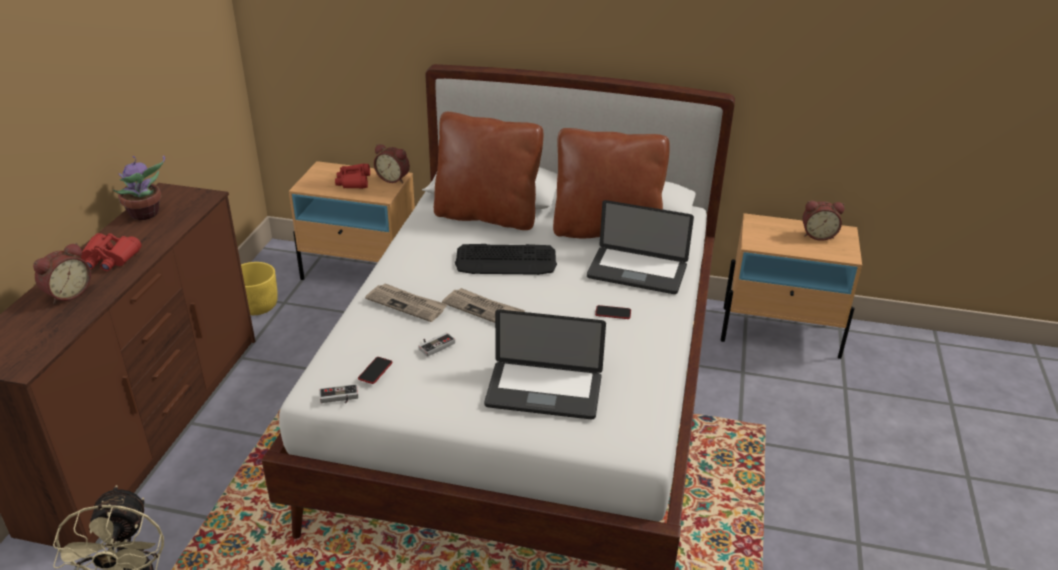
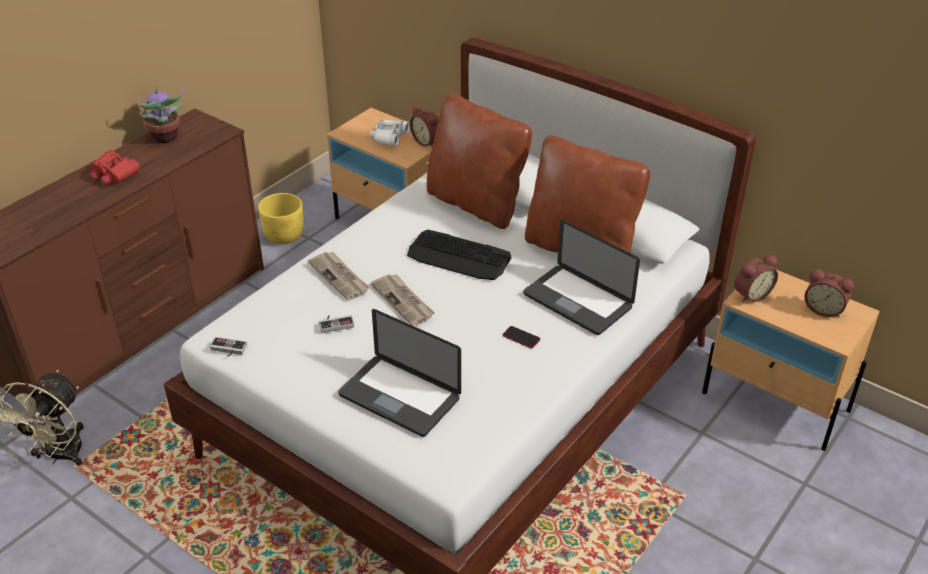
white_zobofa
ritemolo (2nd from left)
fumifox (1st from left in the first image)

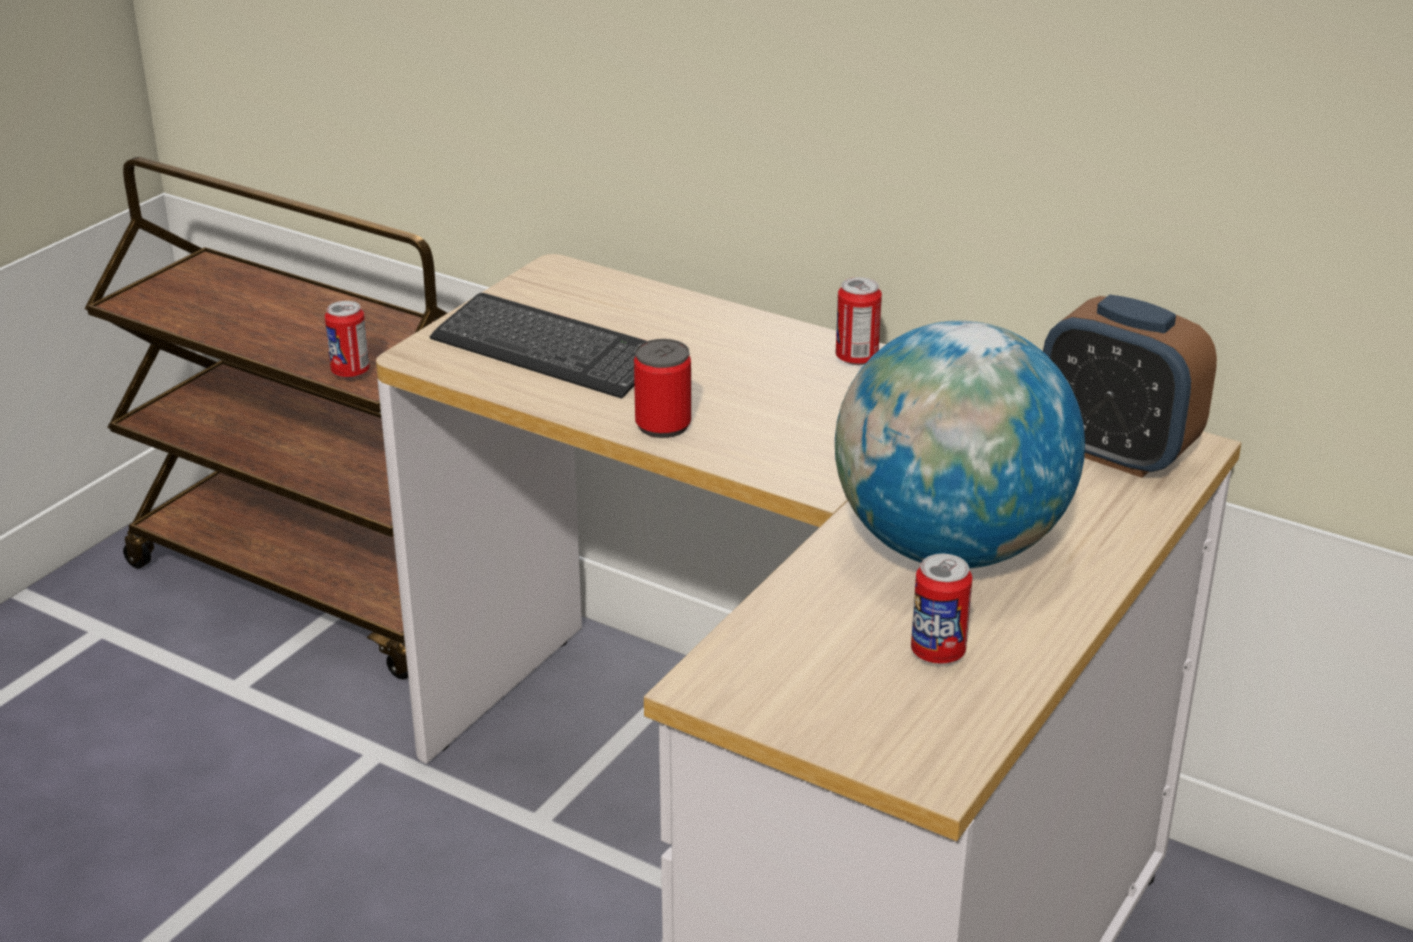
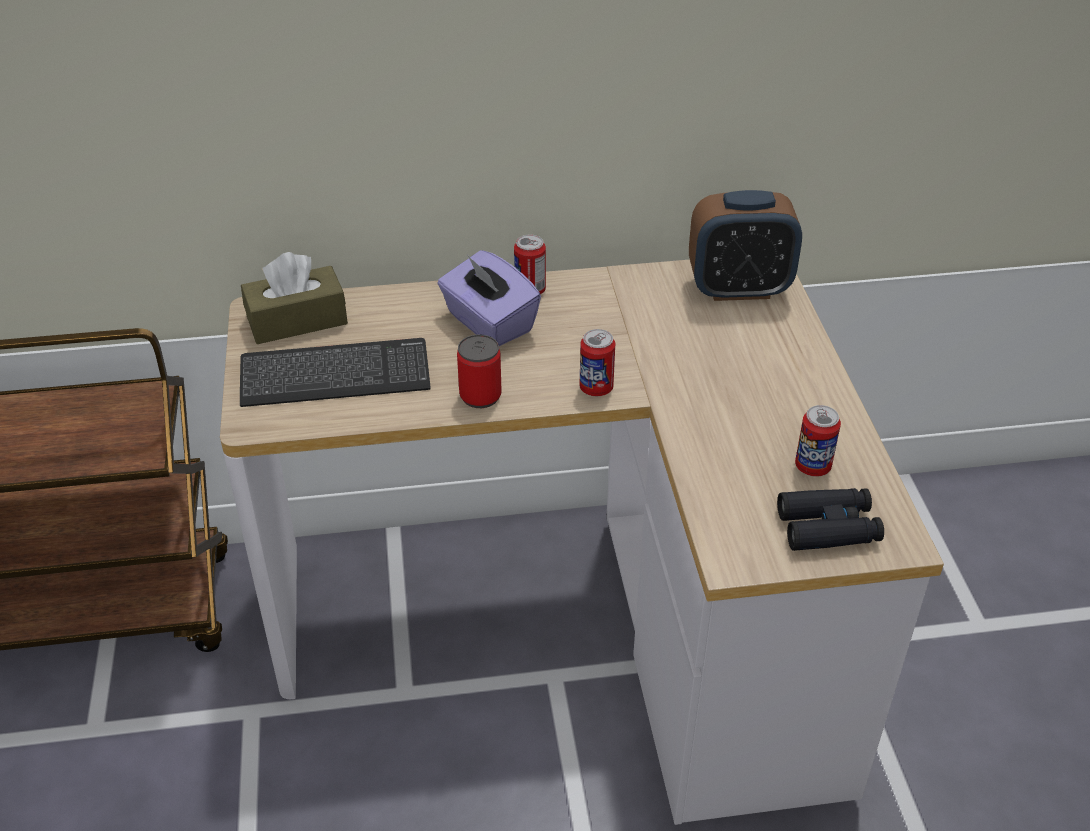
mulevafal (3rd from left)
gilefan
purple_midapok
brown_midapok
black_zobofa

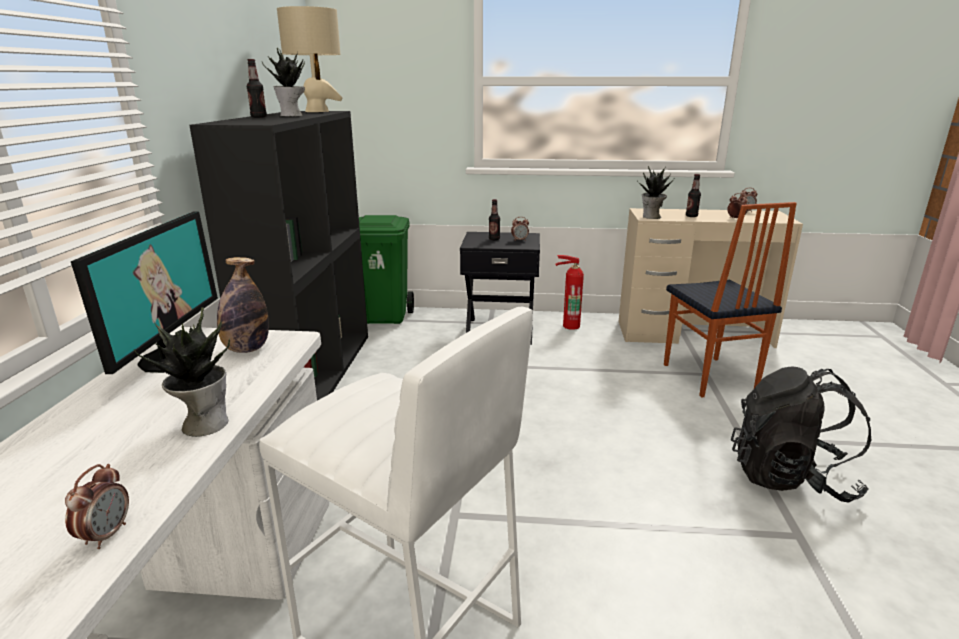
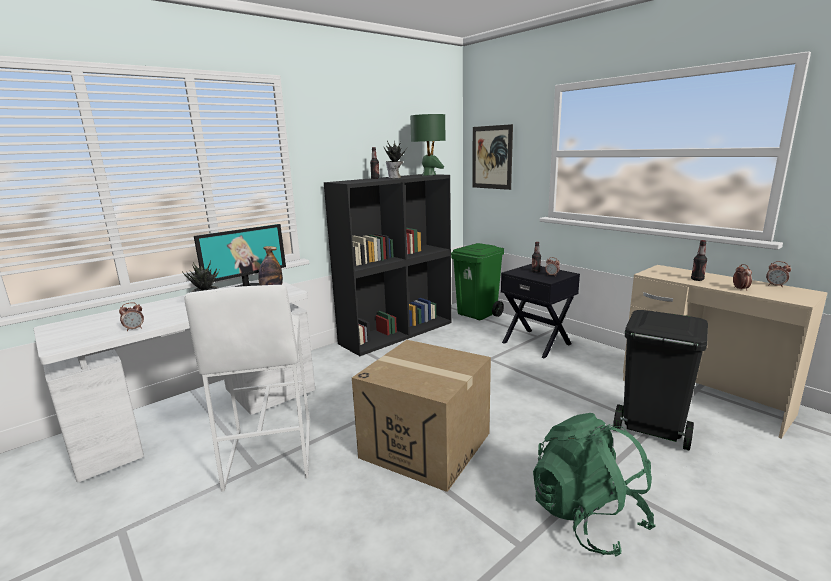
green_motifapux
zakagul (3rd from left in the first image)
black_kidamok
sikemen
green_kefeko
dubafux
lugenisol

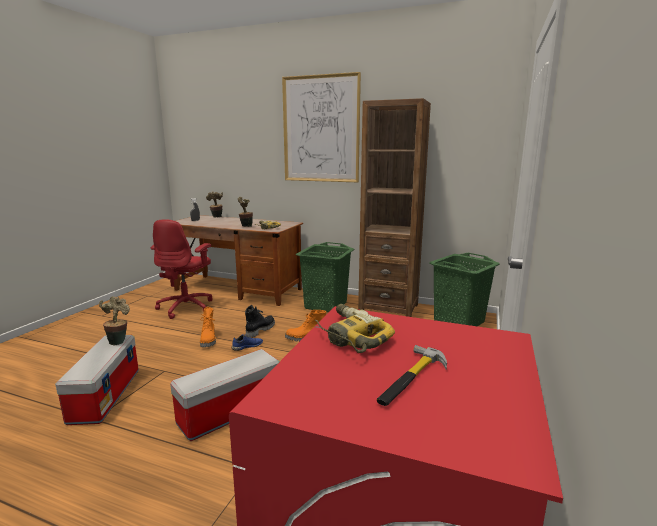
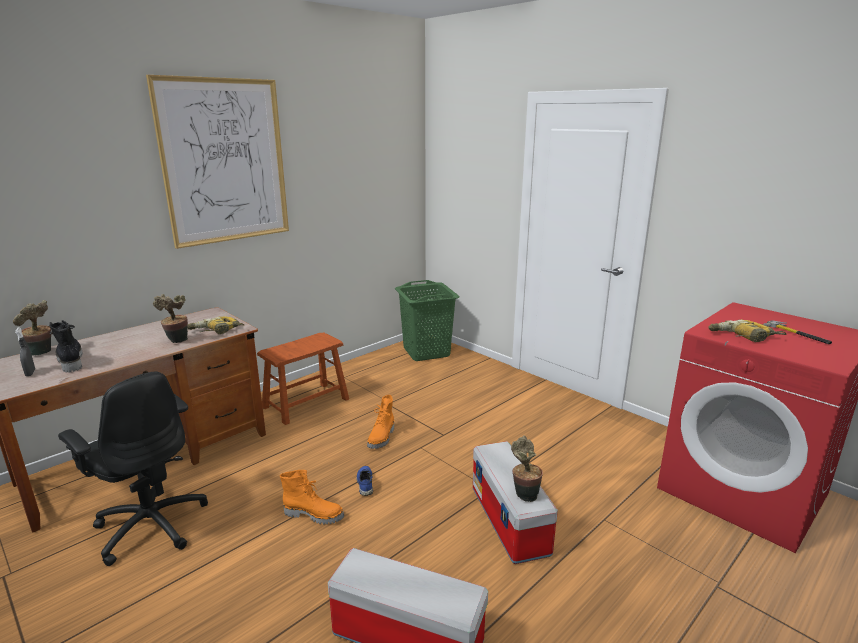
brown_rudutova
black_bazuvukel
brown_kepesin
zakagul (3rd from left)
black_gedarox

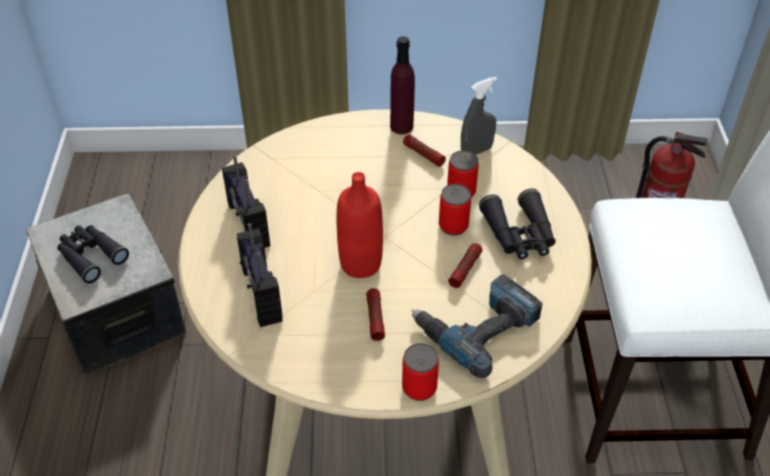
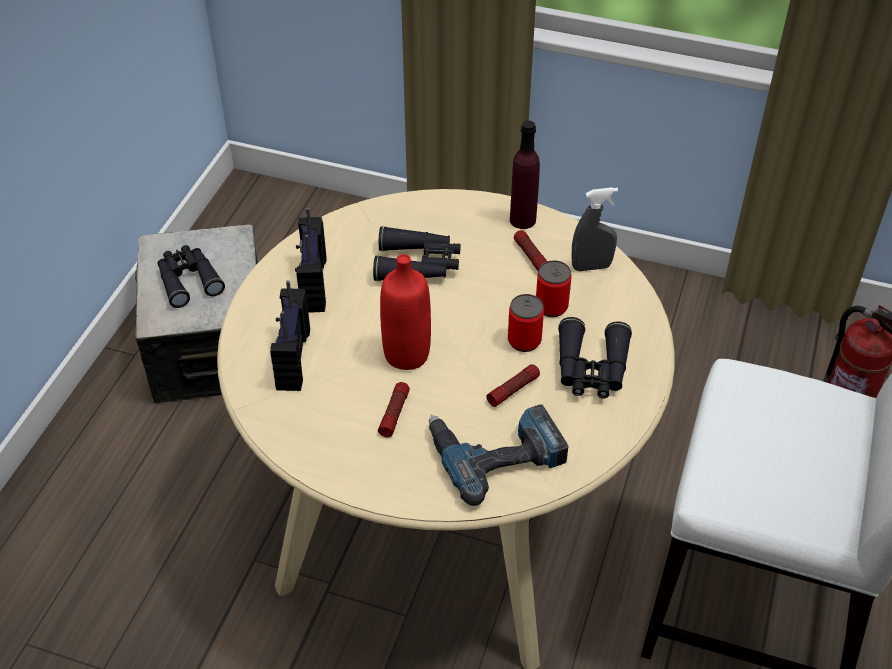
mulevafal (1st from left in the first image)
black_zobofa (2nd from left)

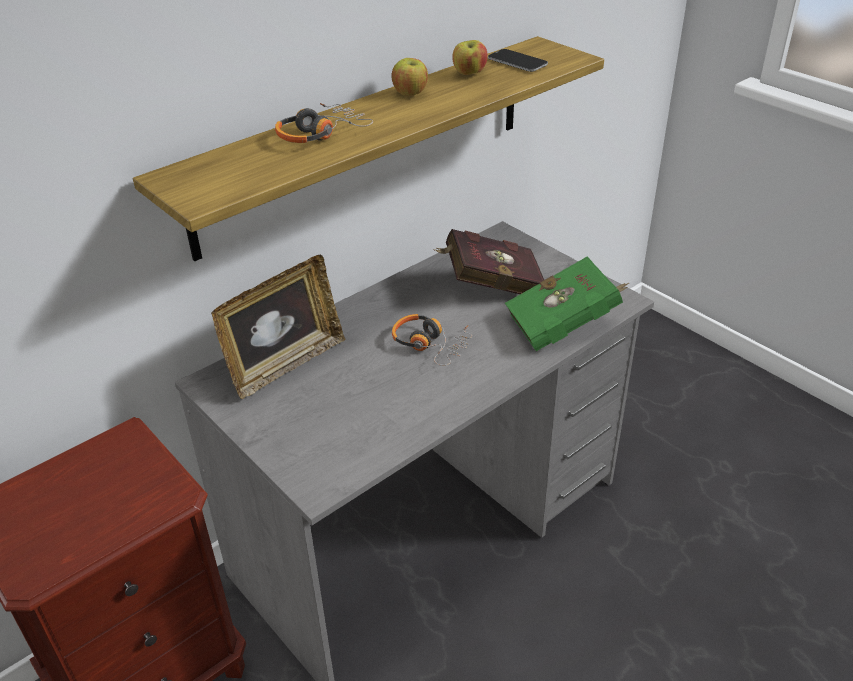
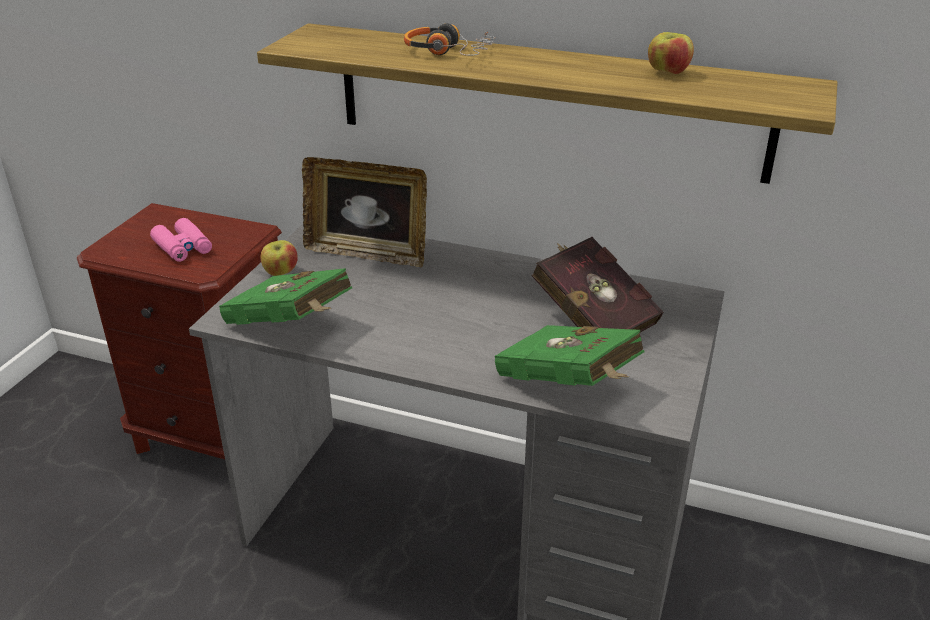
fumifox
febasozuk (1st from left)
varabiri (2nd from left in the first image)
pink_zobofa
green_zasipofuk (1st from left)

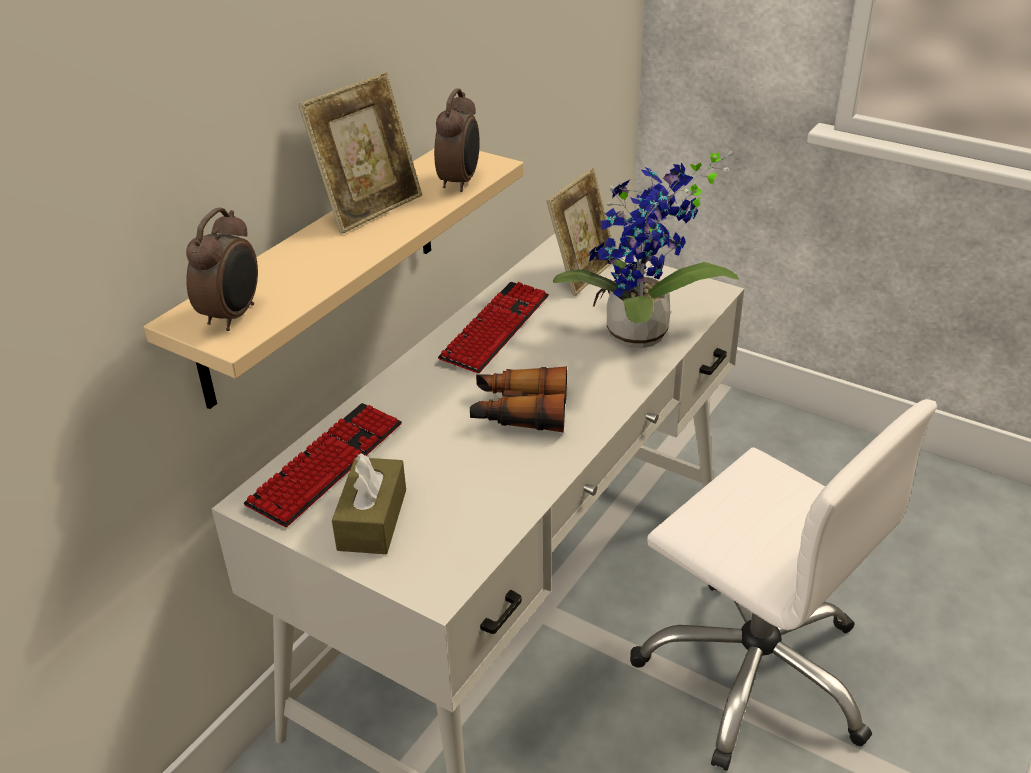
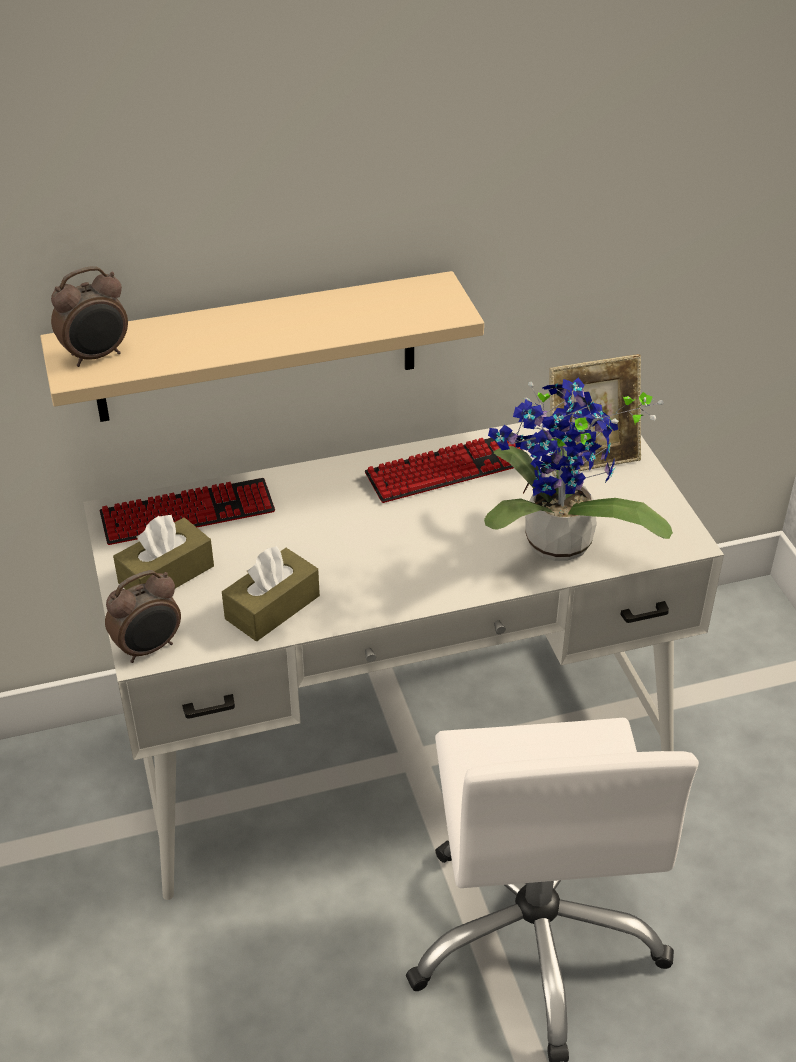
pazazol (1st from left in the first image)
ritemolo (2nd from left)
zobofa
brown_midapok (2nd from left)

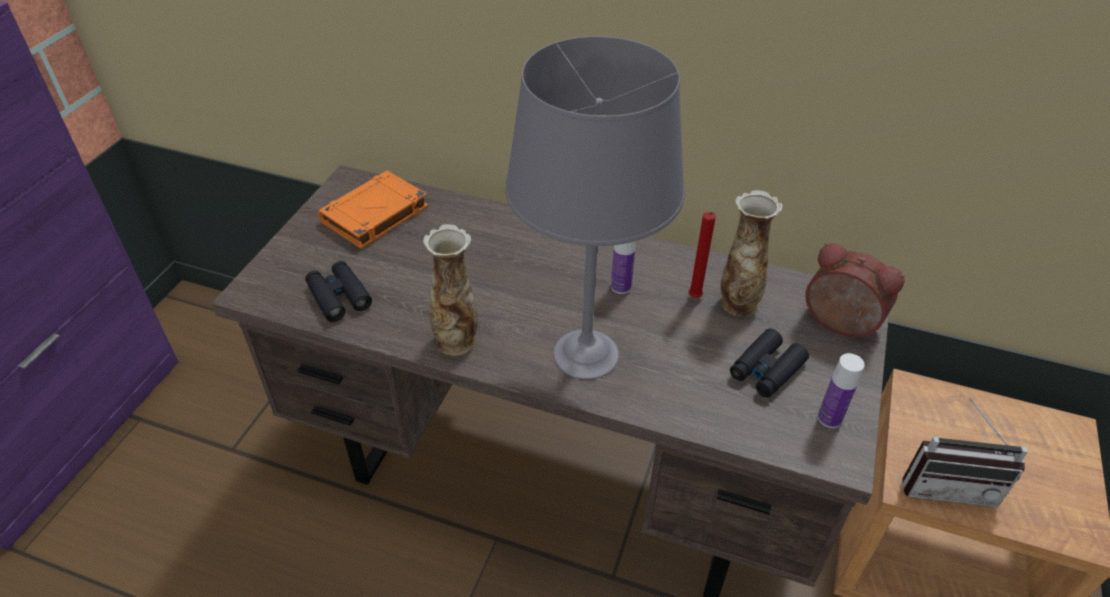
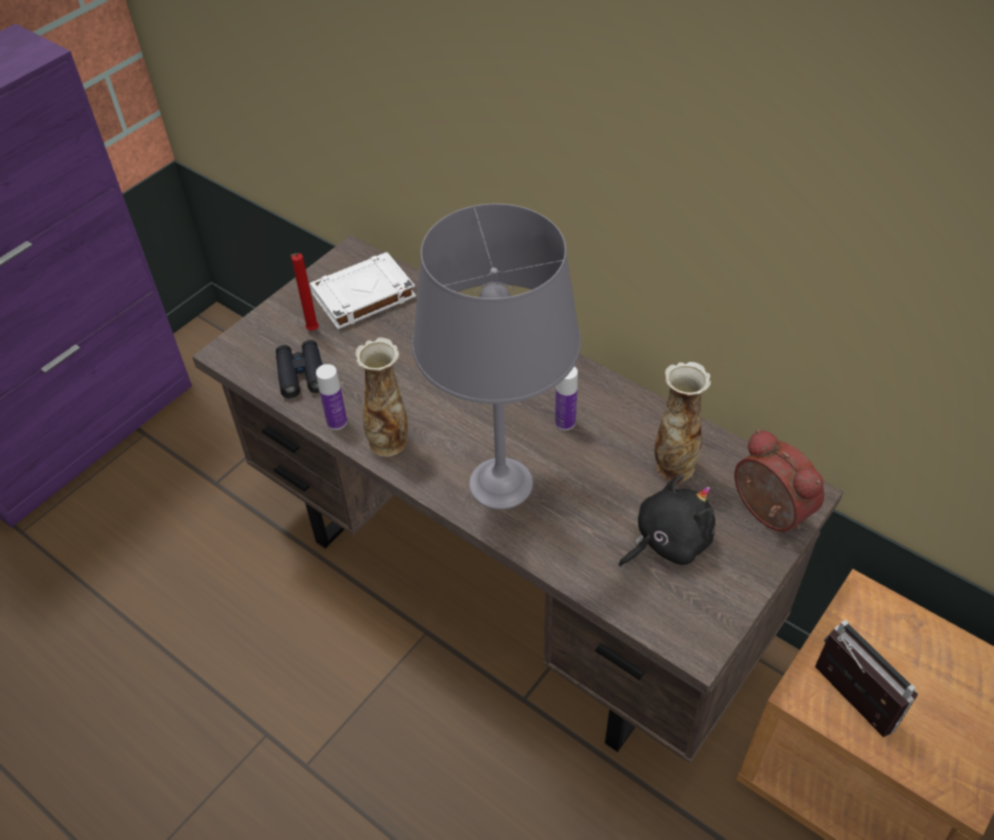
white_zasipofuk
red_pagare
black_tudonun
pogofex (1st from left)
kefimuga

